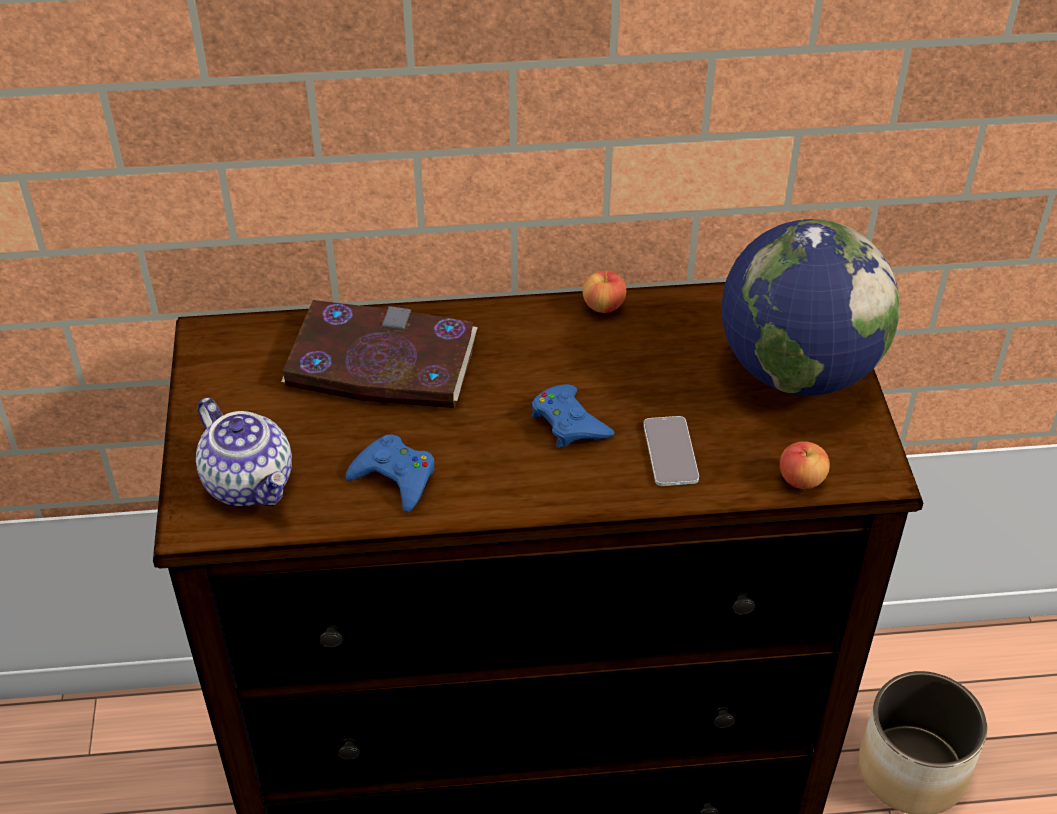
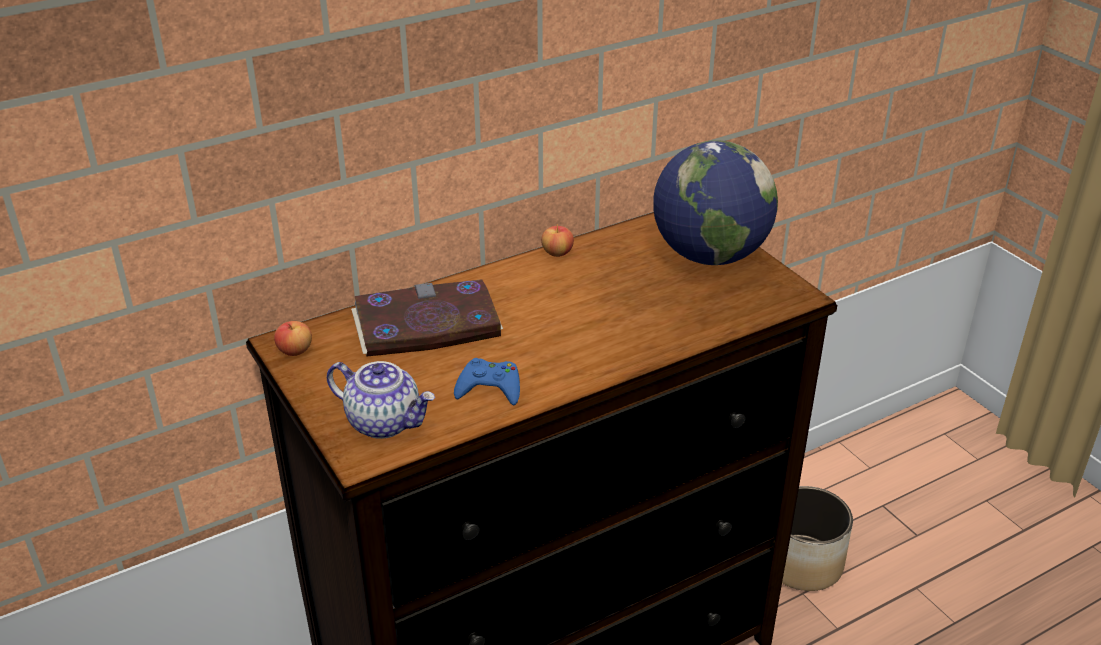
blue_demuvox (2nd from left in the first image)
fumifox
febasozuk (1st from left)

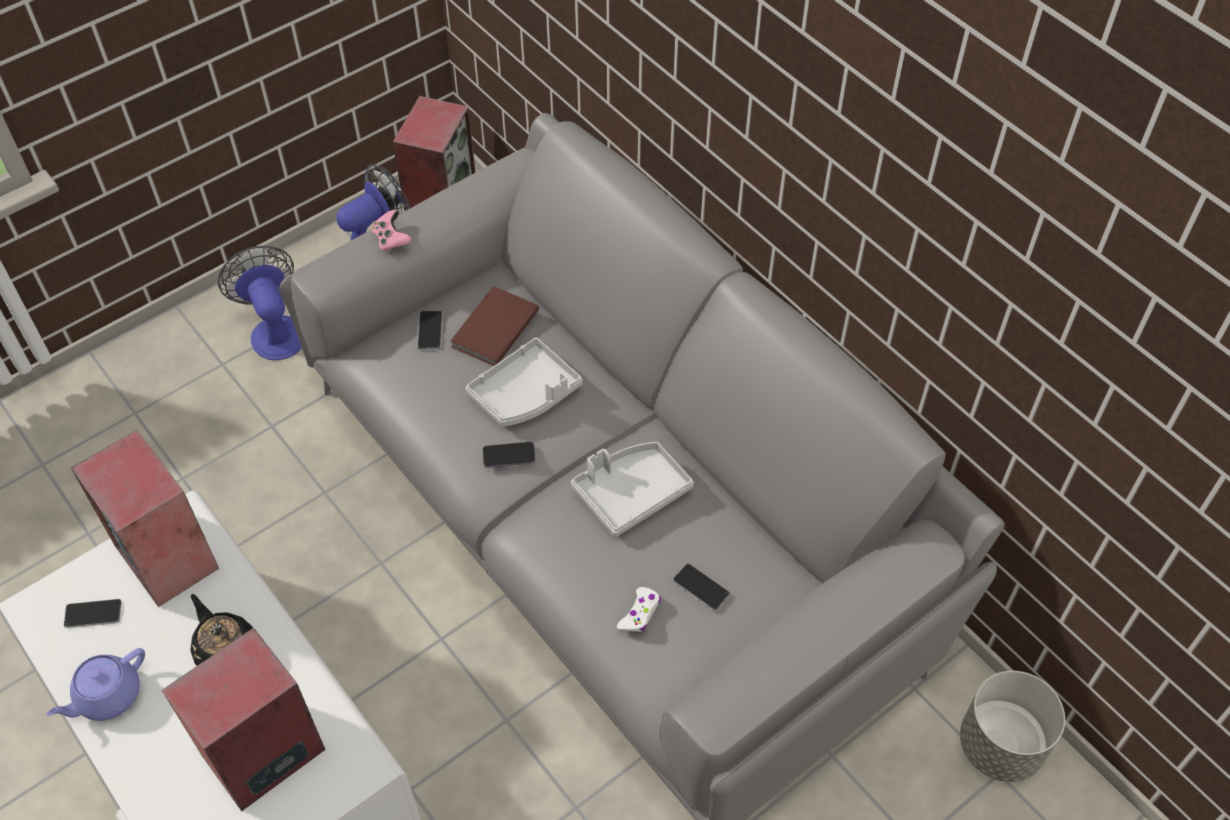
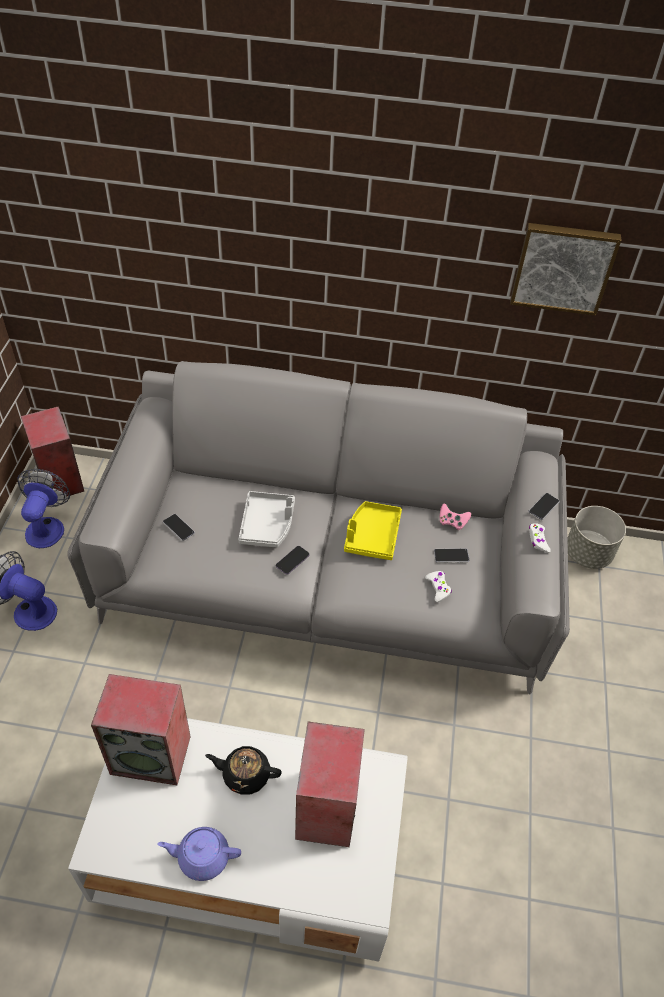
pink_demuvox
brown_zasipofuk
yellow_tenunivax
fumifox (4th from left)
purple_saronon
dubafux
white_demuvox (2nd from left)

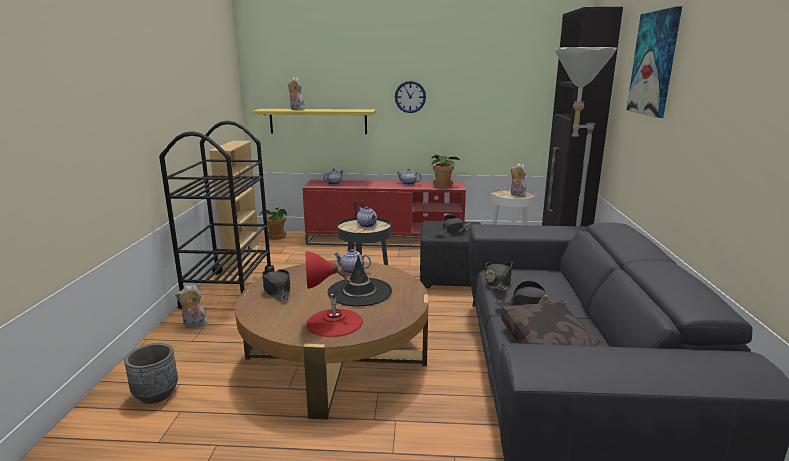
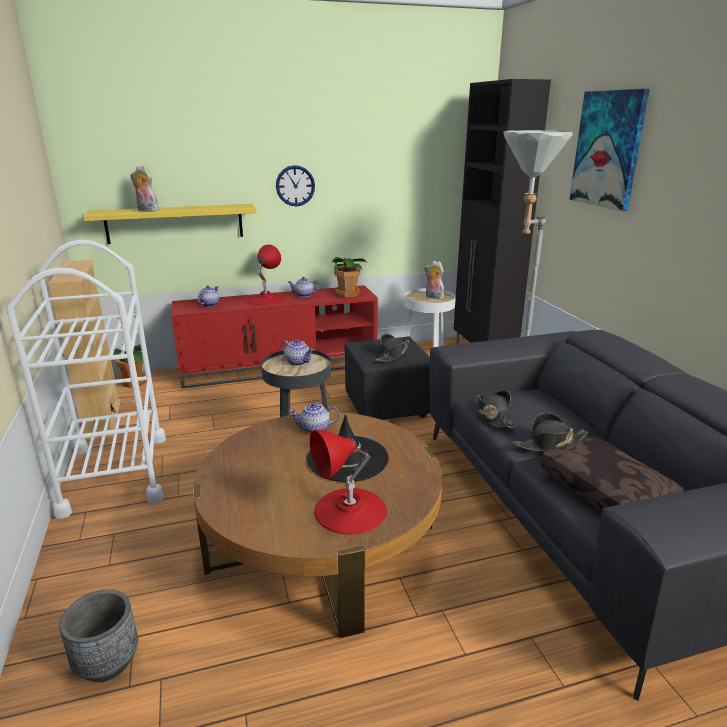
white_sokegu
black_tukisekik (1st from left in the first image)
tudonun (1st from left in the first image)
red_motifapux (1st from left)

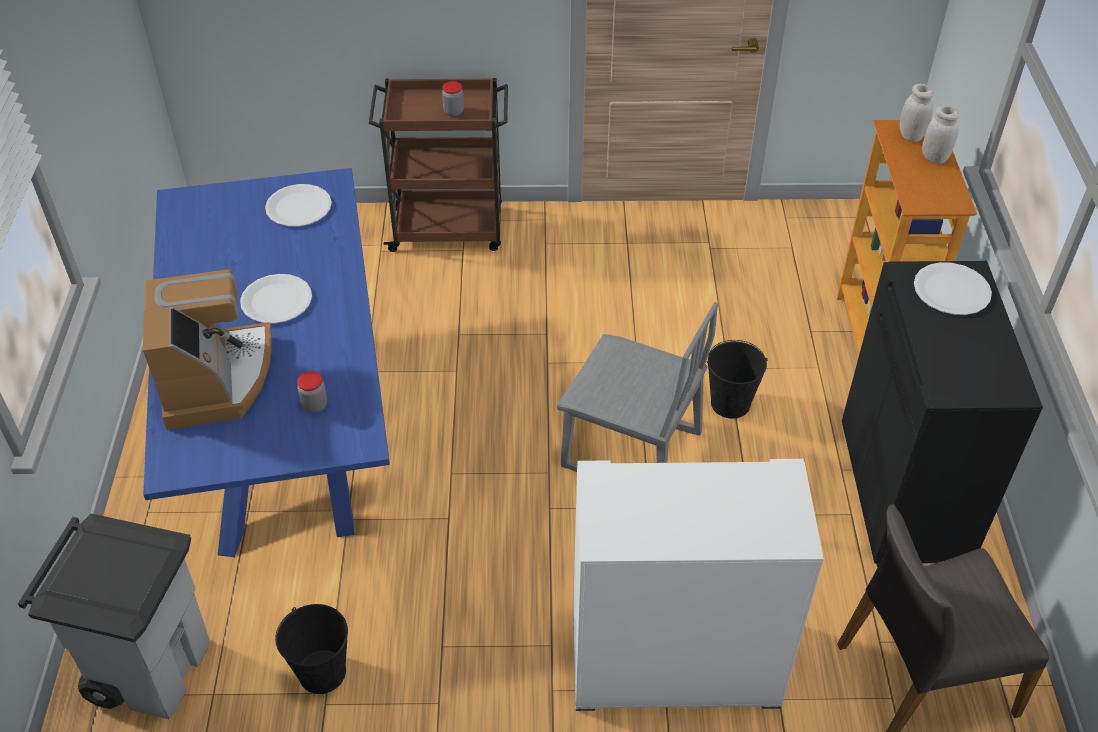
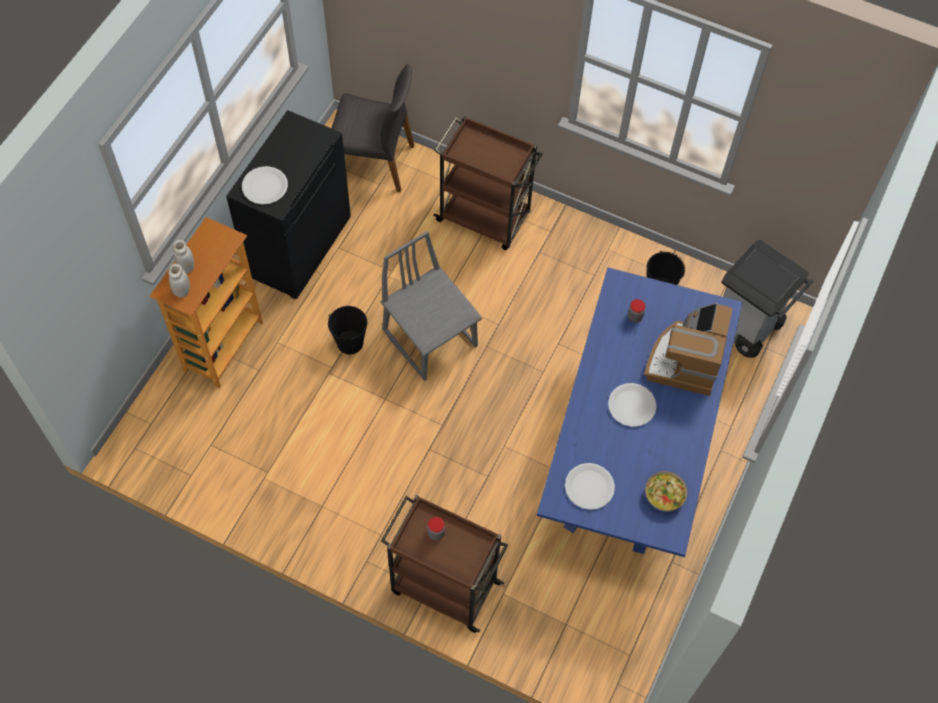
brown_sokegu (2nd from left)
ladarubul

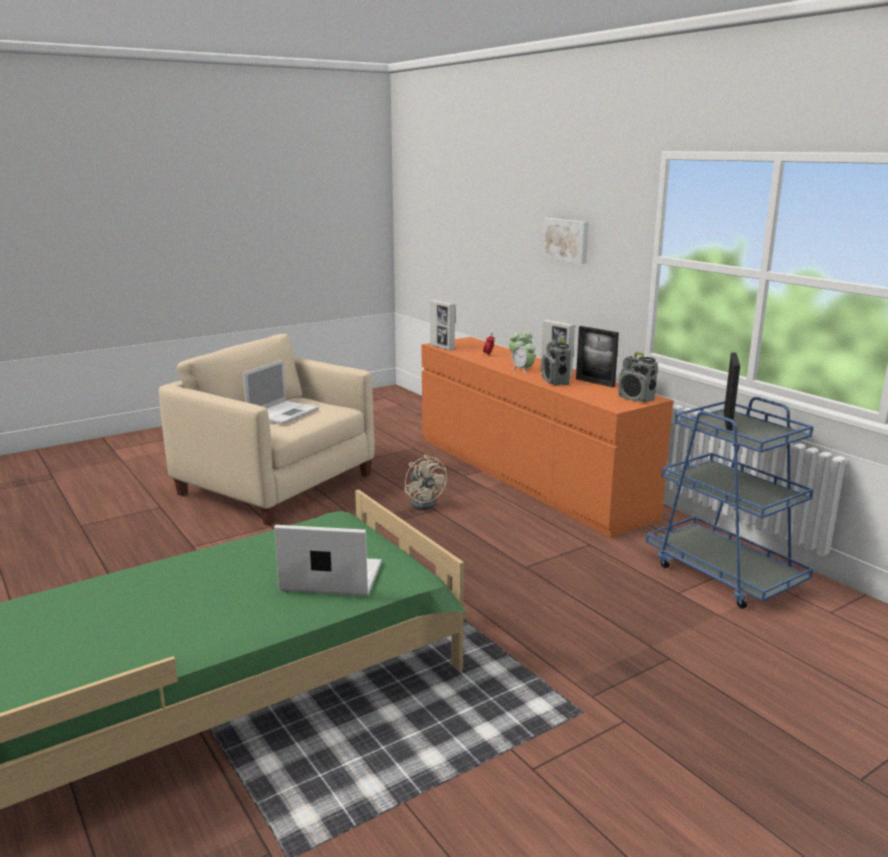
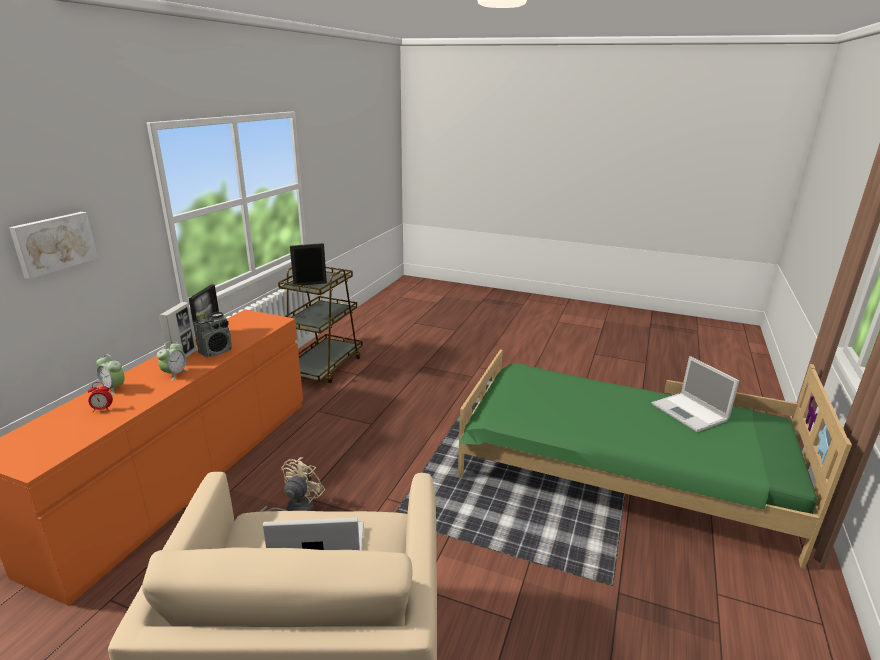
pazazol (1st from left in the first image)
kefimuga (2nd from left in the first image)
brown_sokegu
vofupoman (2nd from left)

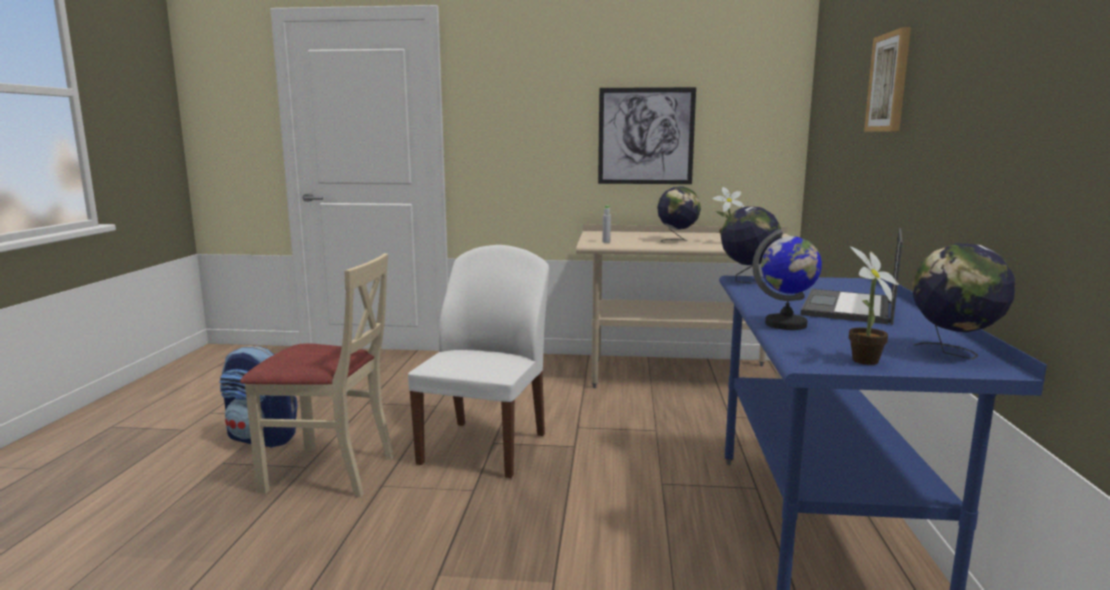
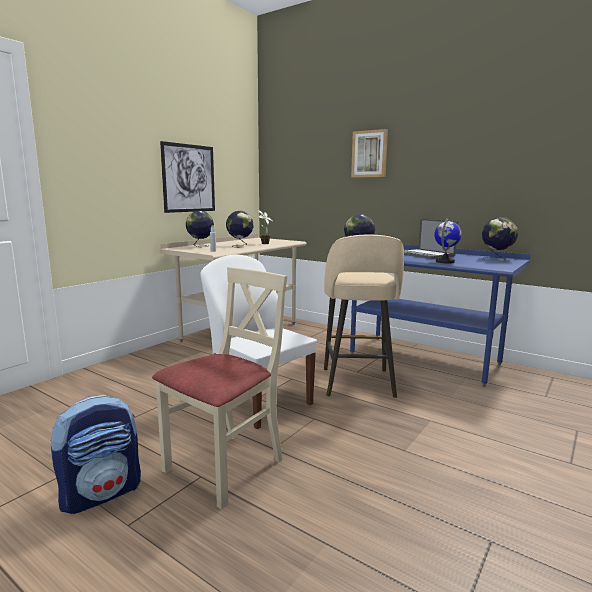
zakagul (2nd from left in the first image)
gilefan (1st from left)
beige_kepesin

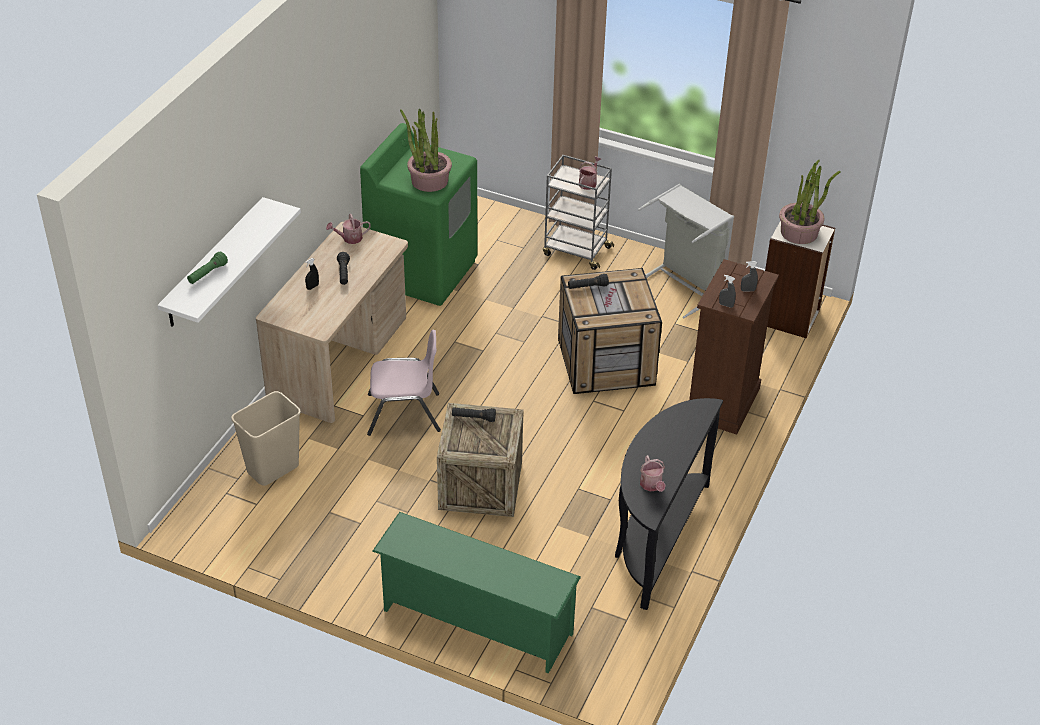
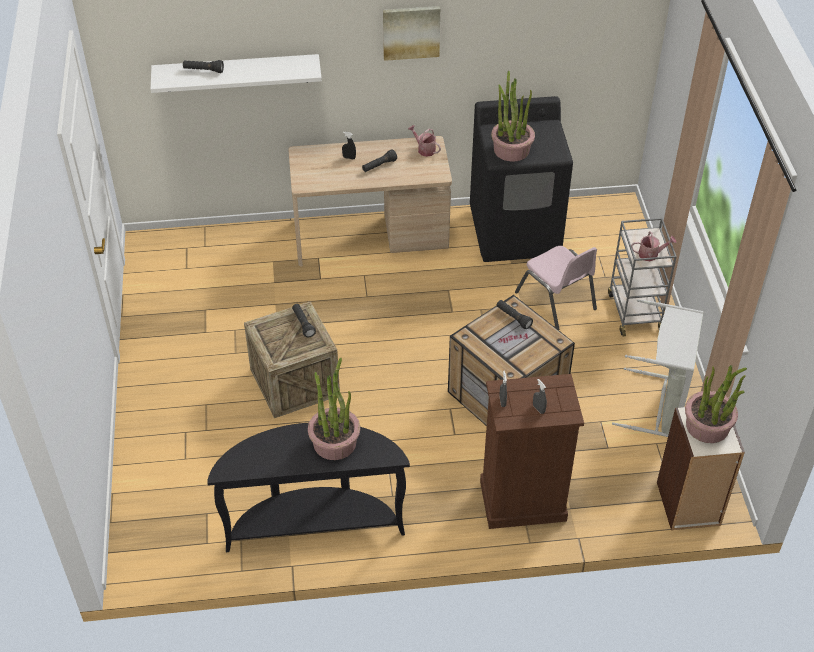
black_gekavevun
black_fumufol (1st from left)
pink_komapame
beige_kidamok
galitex (3rd from left in the first image)
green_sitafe
dubafux
zakagul (1st from left)

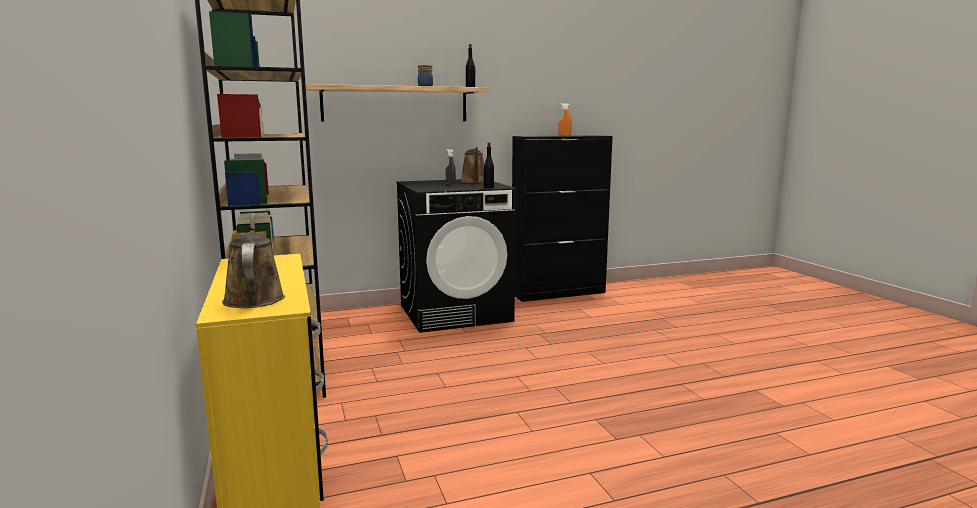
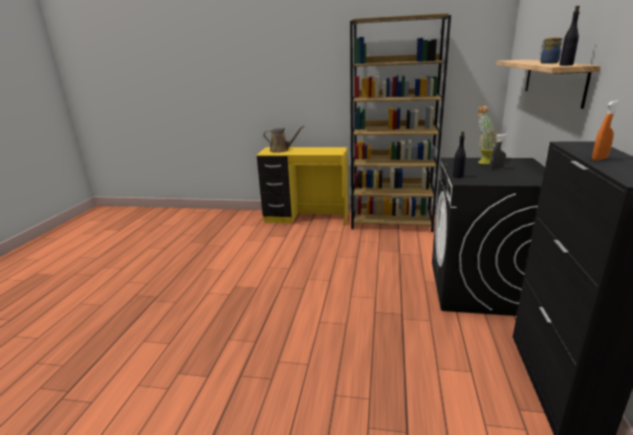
brown_galitex (2nd from left in the first image)
zakagul

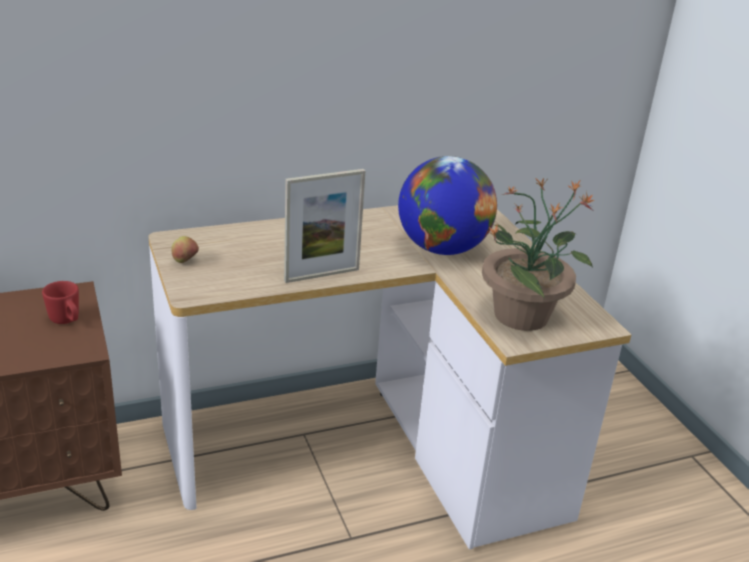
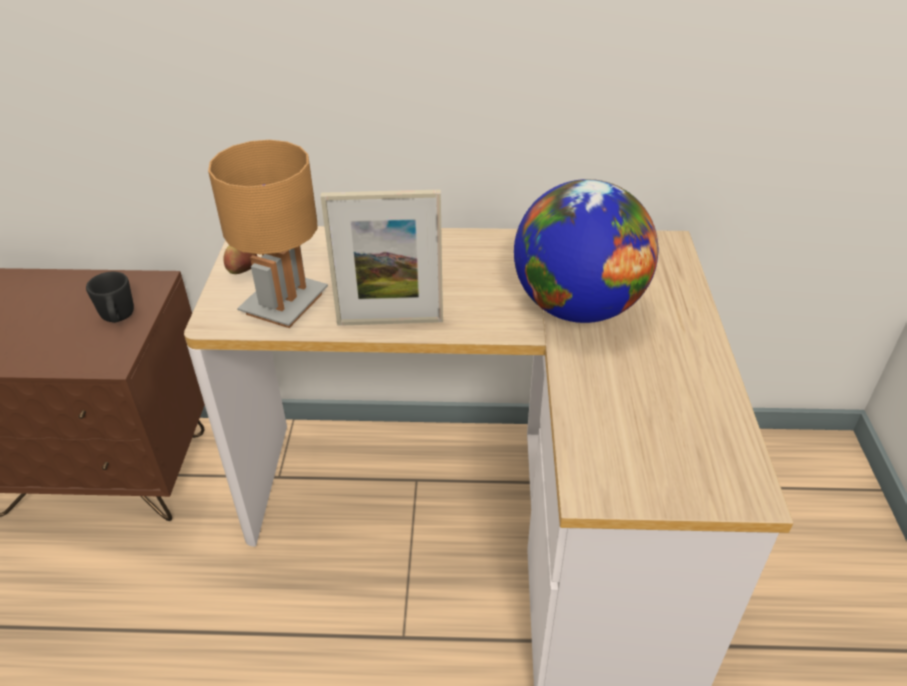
zakagul
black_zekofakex
brown_motifapux

